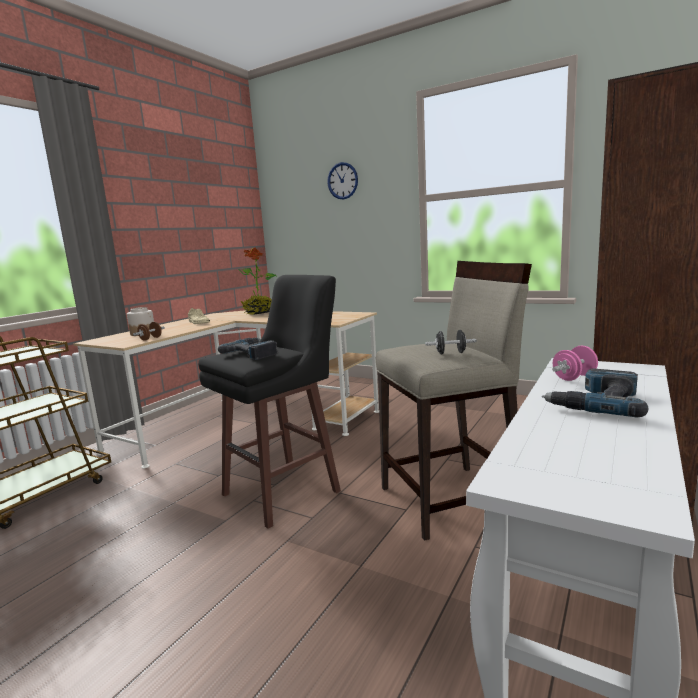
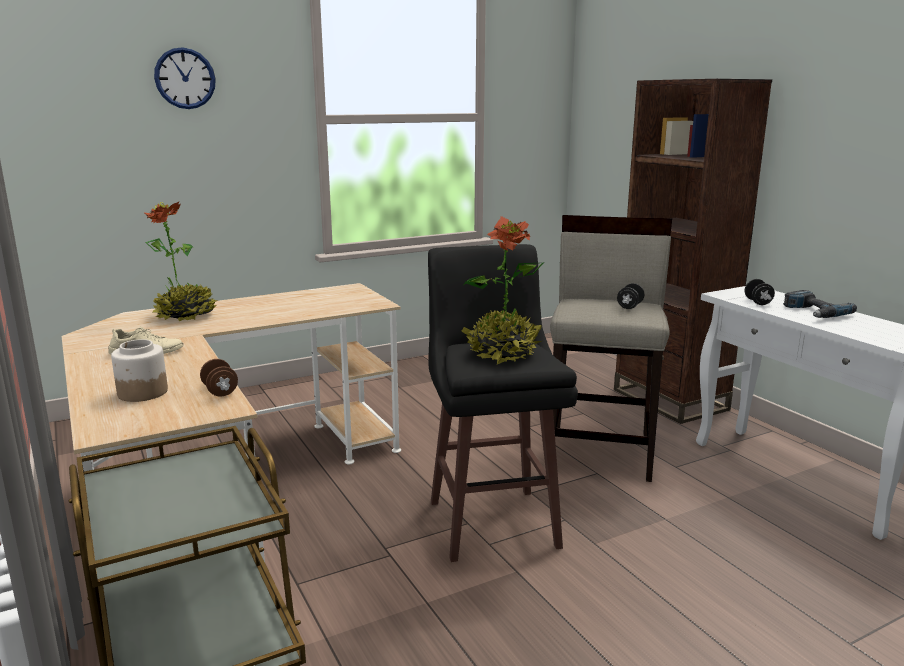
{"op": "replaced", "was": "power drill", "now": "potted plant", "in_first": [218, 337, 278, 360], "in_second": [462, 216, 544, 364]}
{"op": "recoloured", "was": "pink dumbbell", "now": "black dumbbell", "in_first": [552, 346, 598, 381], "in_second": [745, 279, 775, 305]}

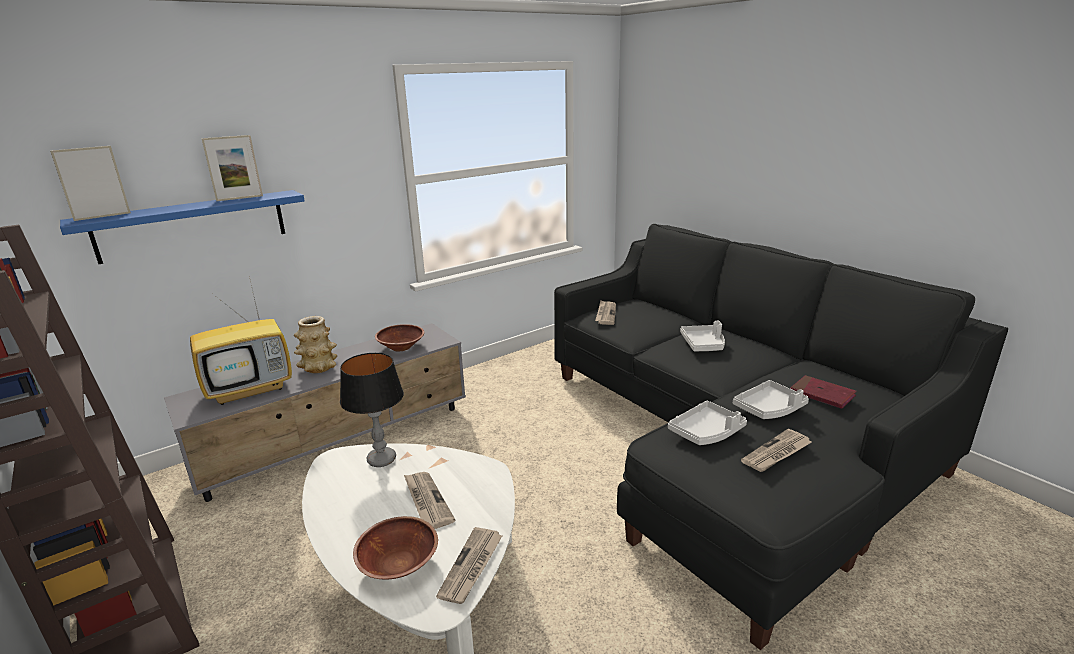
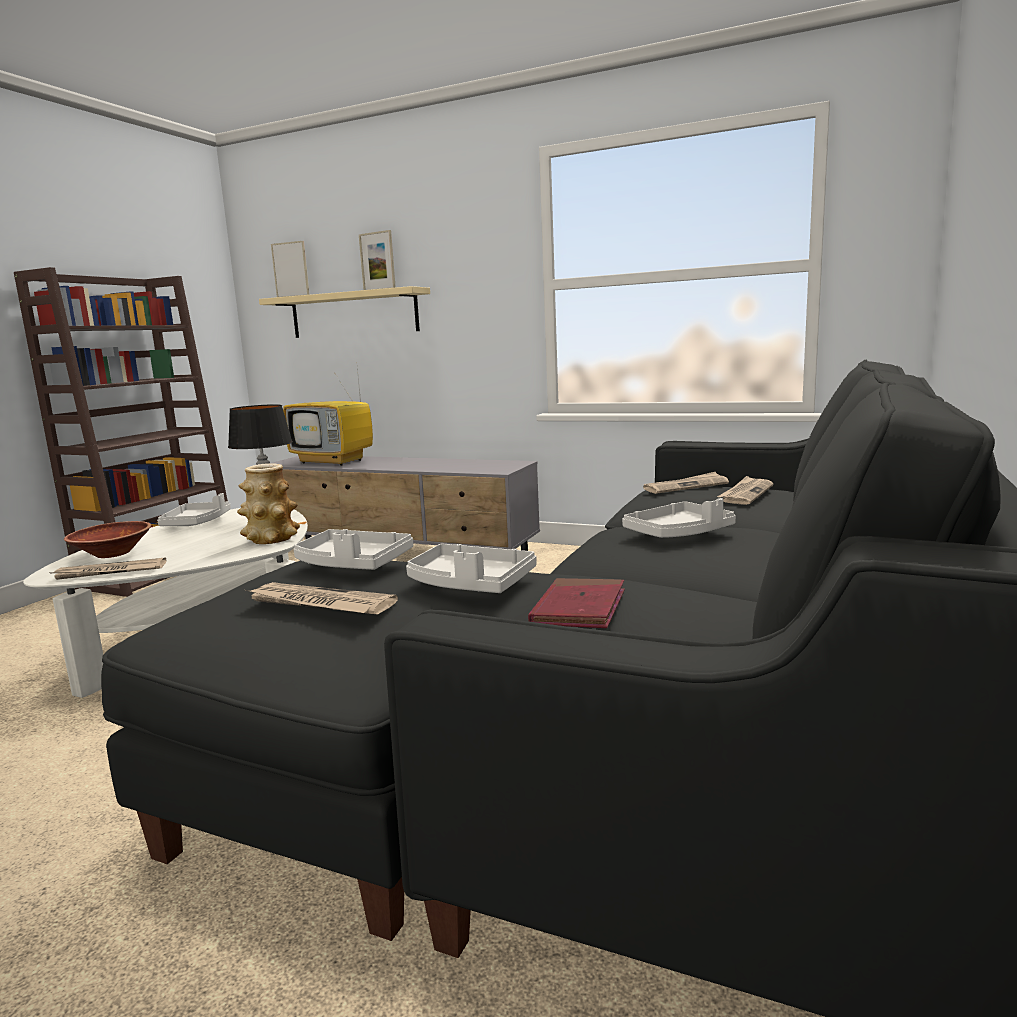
{"op": "removed", "was": "brown bowl", "in_first": [375, 324, 424, 351]}
{"op": "added", "now": "grey tray", "in_second": [157, 493, 231, 526]}
{"op": "moved", "was": "vase", "in_first": [294, 316, 337, 373], "in_second": [237, 463, 300, 544]}
{"op": "moved", "was": "newspaper", "in_first": [404, 472, 455, 529], "in_second": [717, 476, 773, 505]}
{"op": "recoloured", "was": "blue shelf", "now": "beige shelf", "in_first": [60, 190, 305, 264], "in_second": [259, 286, 430, 338]}

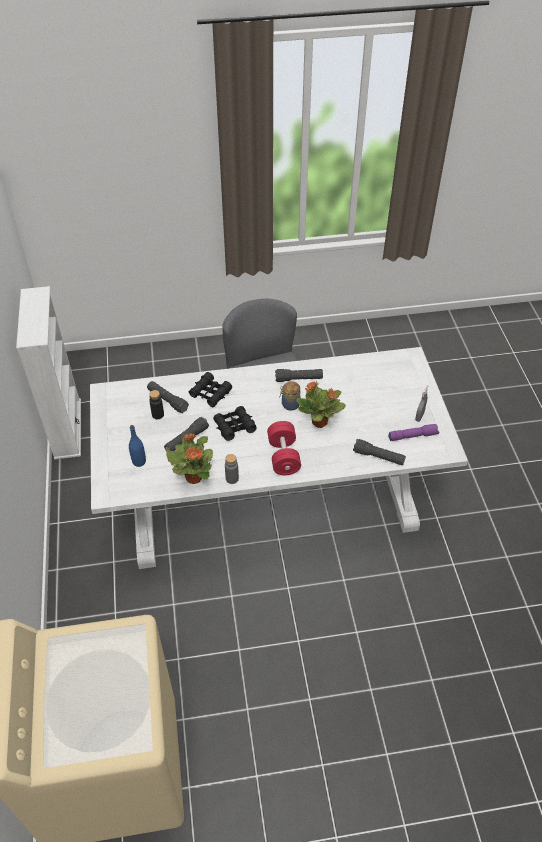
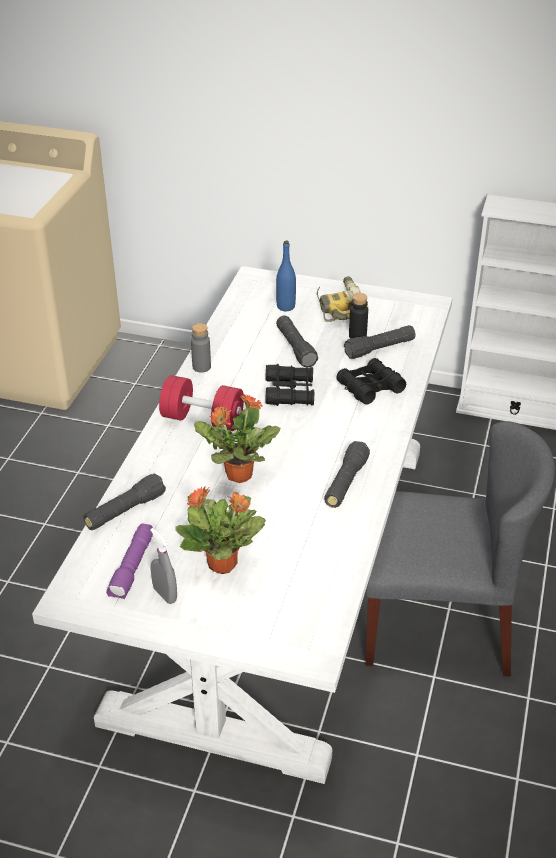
{"op": "removed", "was": "jar", "in_first": [280, 381, 301, 411]}
{"op": "added", "now": "power drill", "in_second": [317, 276, 368, 322]}
{"op": "moved", "was": "potted plant", "in_first": [166, 433, 213, 484], "in_second": [175, 486, 266, 574]}

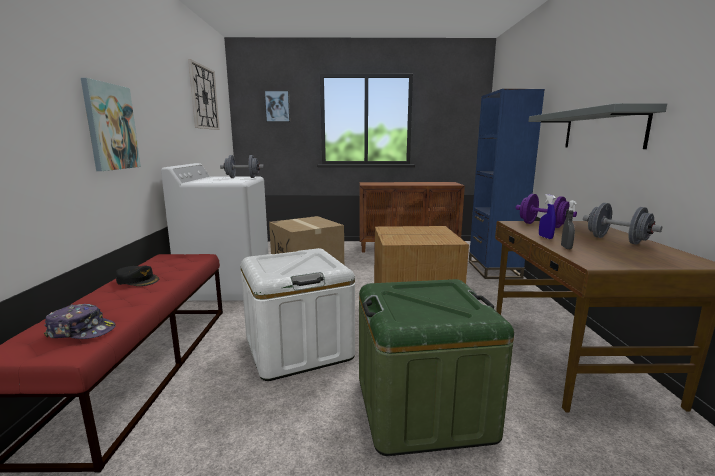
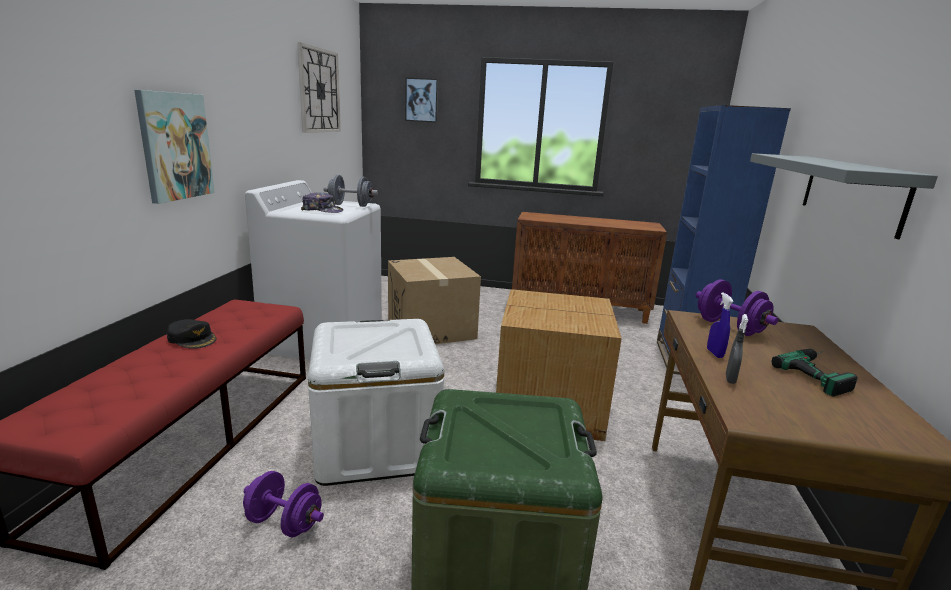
{"op": "added", "now": "purple dumbbell", "in_second": [243, 471, 324, 537]}
{"op": "moved", "was": "cap", "in_first": [44, 304, 116, 339], "in_second": [301, 192, 343, 213]}
{"op": "replaced", "was": "grey dumbbell", "now": "power drill", "in_first": [583, 203, 662, 245], "in_second": [771, 349, 858, 397]}

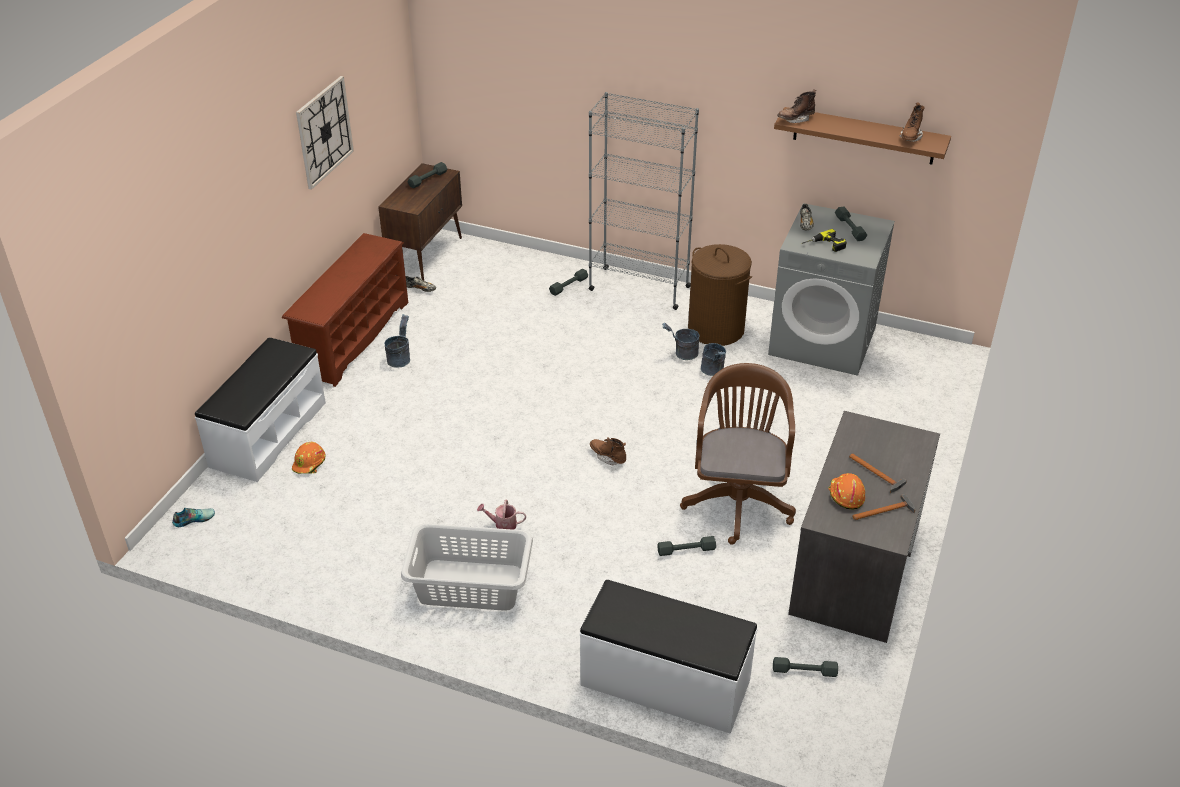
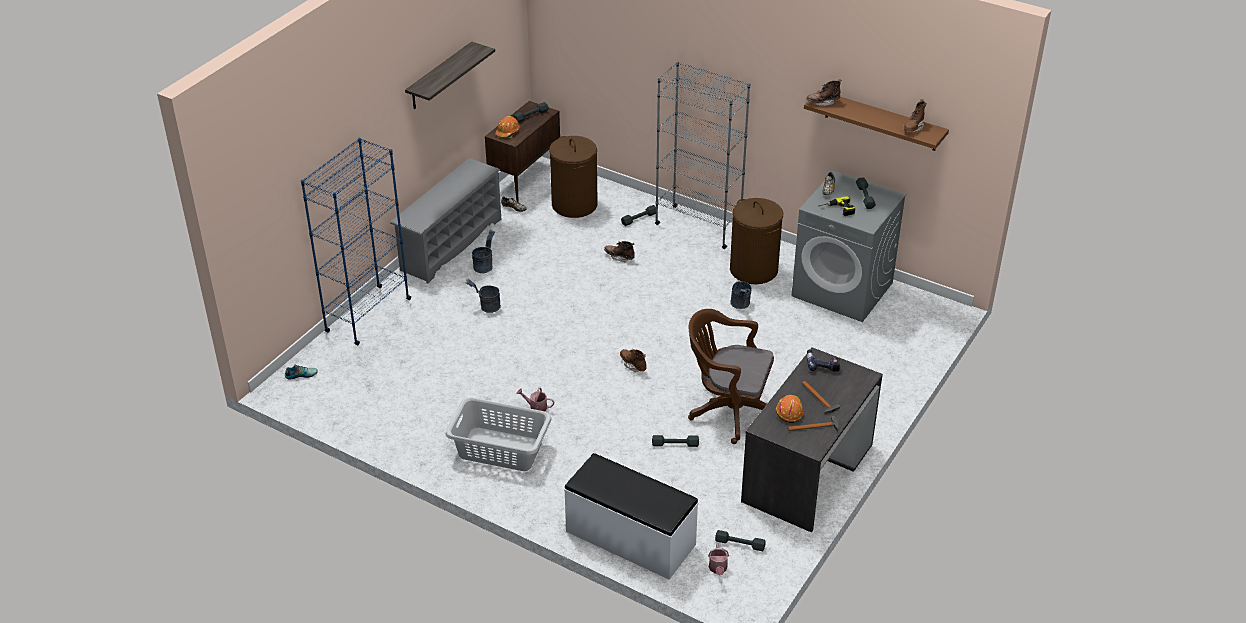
{"op": "added", "now": "brown laundry basket", "in_second": [549, 136, 598, 218]}
{"op": "added", "now": "brown boot", "in_second": [604, 241, 635, 262]}
{"op": "added", "now": "watering can", "in_second": [708, 544, 729, 575]}
{"op": "added", "now": "power drill", "in_second": [807, 349, 840, 372]}
{"op": "moved", "was": "orange hard hat", "in_first": [292, 442, 325, 474], "in_second": [495, 116, 520, 138]}
{"op": "moved", "was": "grey bucket", "in_first": [663, 323, 699, 360], "in_second": [465, 279, 501, 313]}
{"op": "replaced", "was": "white bench", "now": "blue bookcase", "in_first": [195, 337, 326, 482], "in_second": [301, 138, 411, 345]}
{"op": "replaced", "was": "wall clock", "now": "shelf", "in_first": [296, 76, 354, 190], "in_second": [405, 42, 495, 109]}
{"op": "recoloured", "was": "brown shoe rack", "now": "grey shoe rack", "in_first": [282, 233, 408, 387], "in_second": [390, 158, 501, 283]}
{"op": "turned", "was": "brown office chair", "in_first": [680, 363, 796, 545], "in_second": [688, 309, 774, 444], "clockwise": -90}

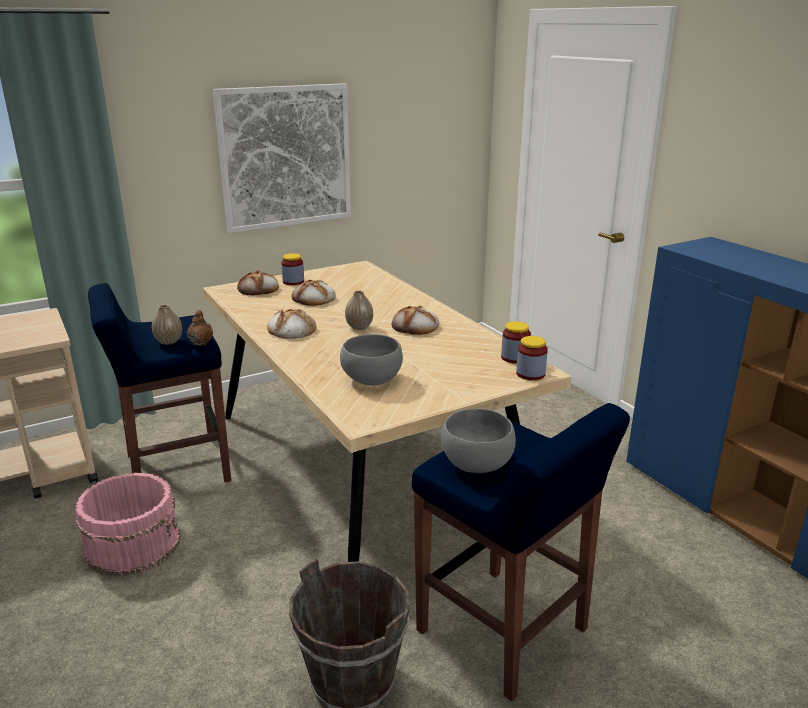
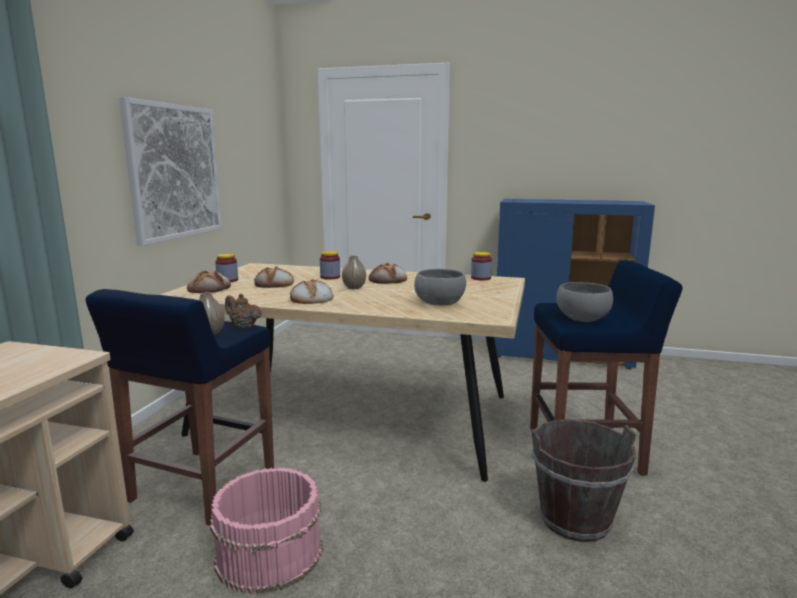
{"op": "moved", "was": "jar", "in_first": [516, 336, 548, 380], "in_second": [320, 251, 340, 280]}

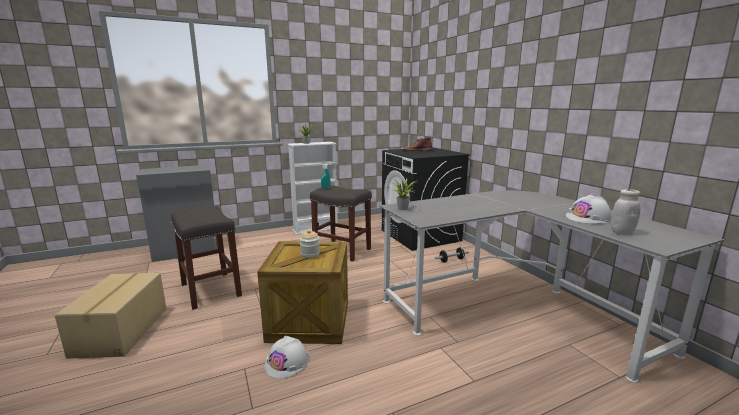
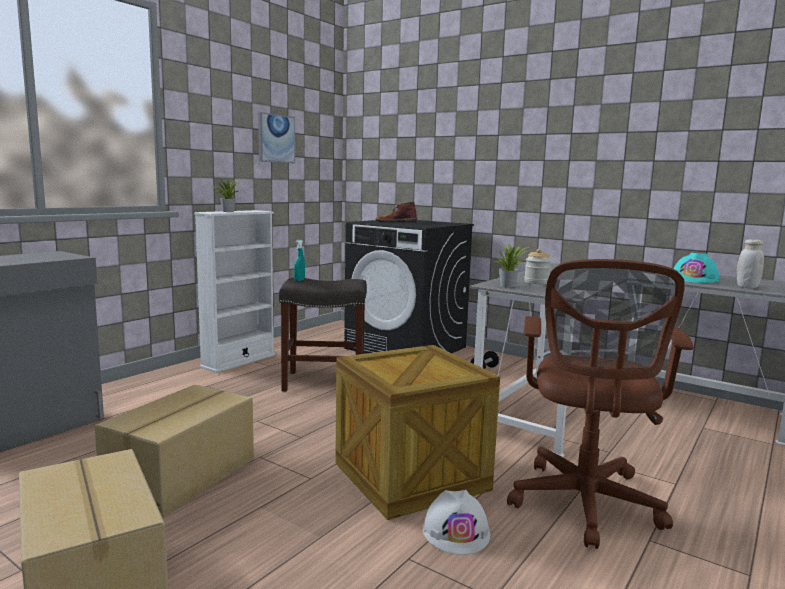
{"op": "added", "now": "picture", "in_second": [258, 112, 295, 163]}
{"op": "added", "now": "brown office chair", "in_second": [507, 259, 694, 549]}
{"op": "moved", "was": "jar", "in_first": [299, 230, 320, 258], "in_second": [524, 249, 552, 284]}
{"op": "replaced", "was": "grey stool", "now": "cardboard box", "in_first": [171, 206, 242, 310], "in_second": [95, 385, 254, 517]}
{"op": "recoloured", "was": "white hard hat", "now": "turquoise hard hat", "in_first": [566, 195, 611, 224], "in_second": [674, 253, 720, 283]}

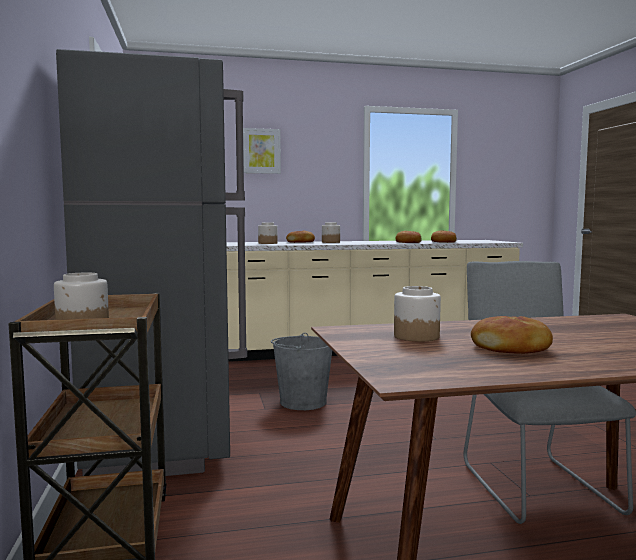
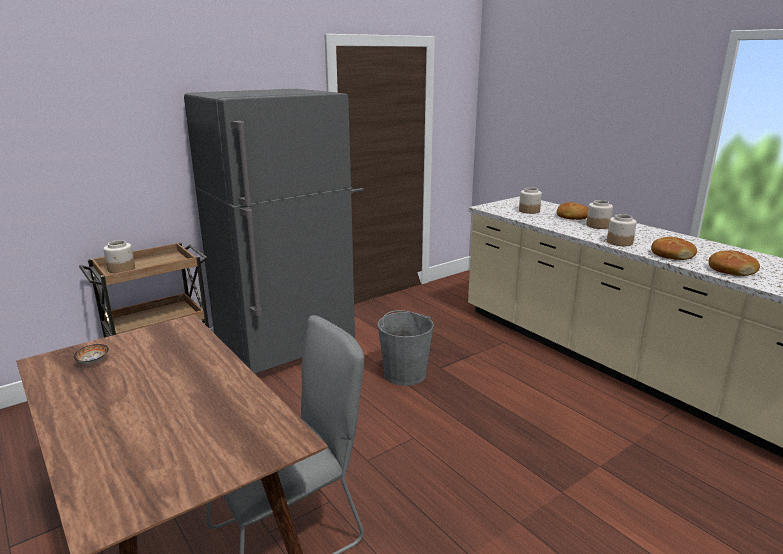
{"op": "removed", "was": "picture", "in_first": [243, 128, 281, 174]}
{"op": "removed", "was": "bread", "in_first": [471, 316, 553, 354]}
{"op": "added", "now": "bowl", "in_second": [74, 344, 109, 364]}
{"op": "moved", "was": "jar", "in_first": [394, 286, 441, 342], "in_second": [607, 214, 637, 246]}

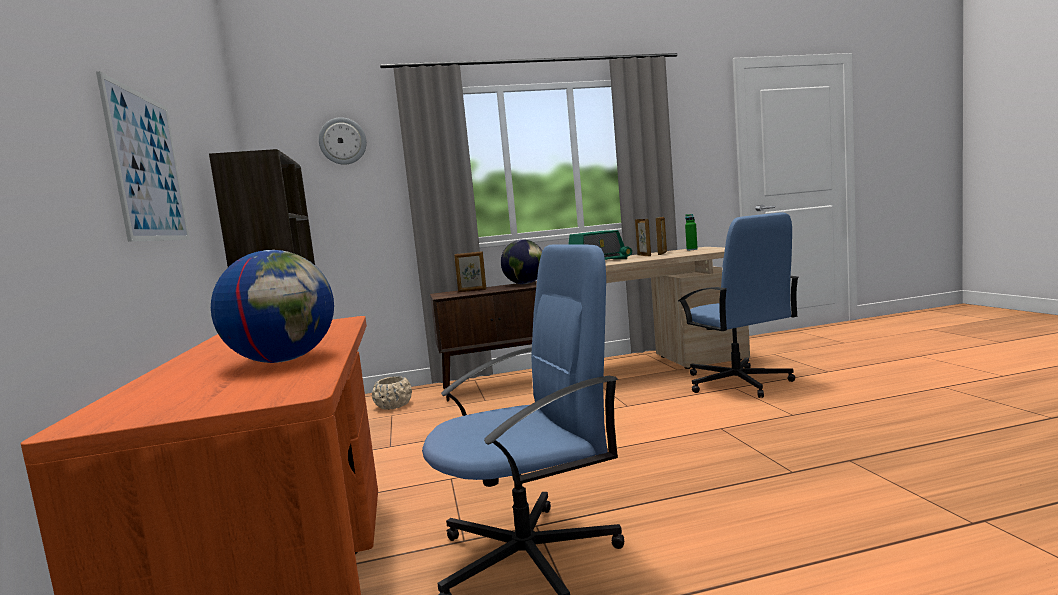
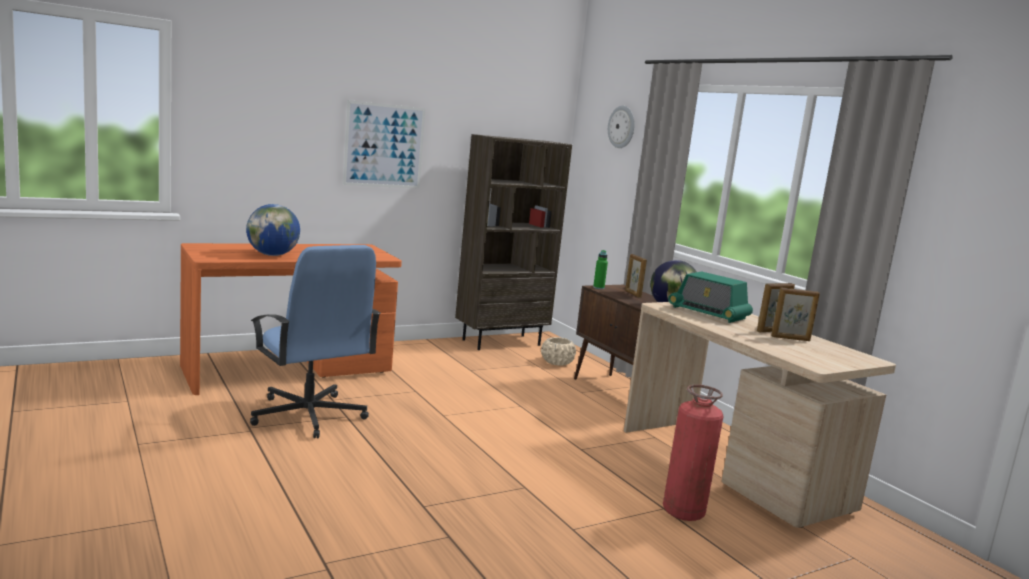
{"op": "moved", "was": "green bottle", "in_first": [685, 214, 698, 250], "in_second": [593, 250, 608, 289]}
{"op": "replaced", "was": "blue office chair", "now": "fire extinguisher", "in_first": [678, 212, 799, 398], "in_second": [663, 384, 724, 521]}

